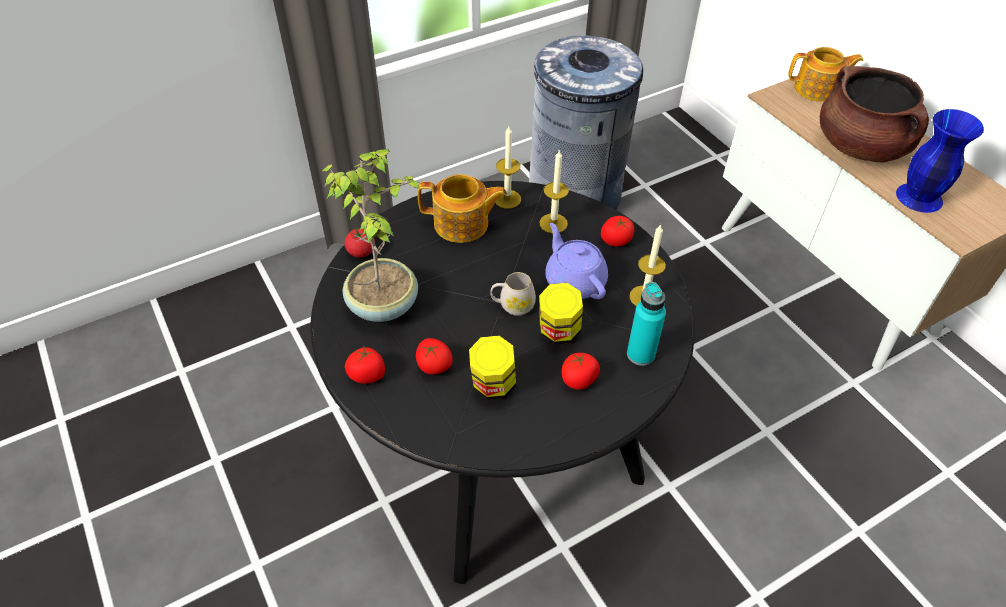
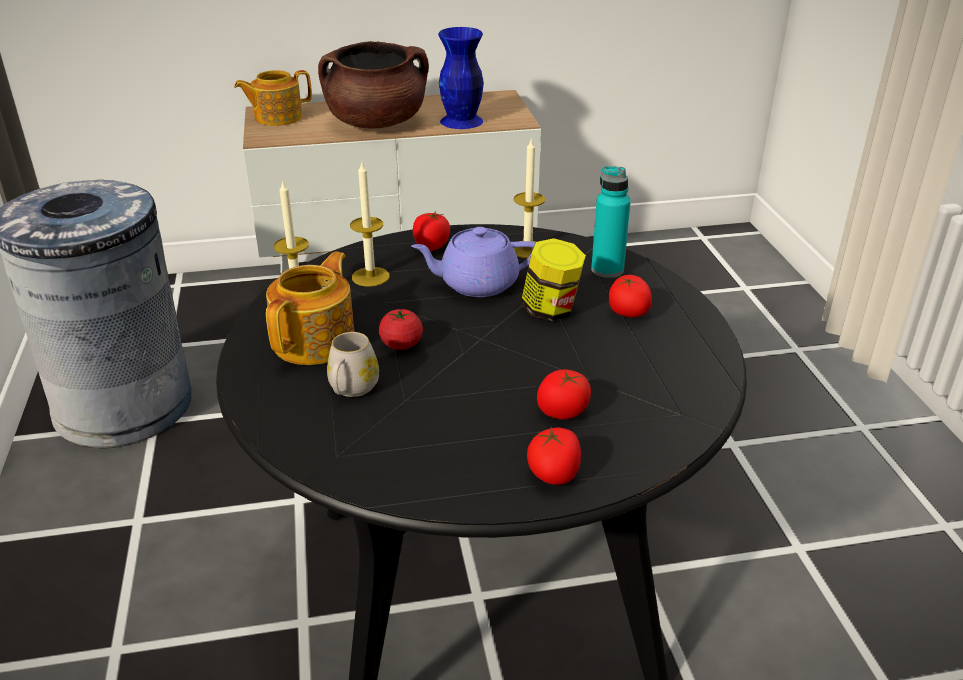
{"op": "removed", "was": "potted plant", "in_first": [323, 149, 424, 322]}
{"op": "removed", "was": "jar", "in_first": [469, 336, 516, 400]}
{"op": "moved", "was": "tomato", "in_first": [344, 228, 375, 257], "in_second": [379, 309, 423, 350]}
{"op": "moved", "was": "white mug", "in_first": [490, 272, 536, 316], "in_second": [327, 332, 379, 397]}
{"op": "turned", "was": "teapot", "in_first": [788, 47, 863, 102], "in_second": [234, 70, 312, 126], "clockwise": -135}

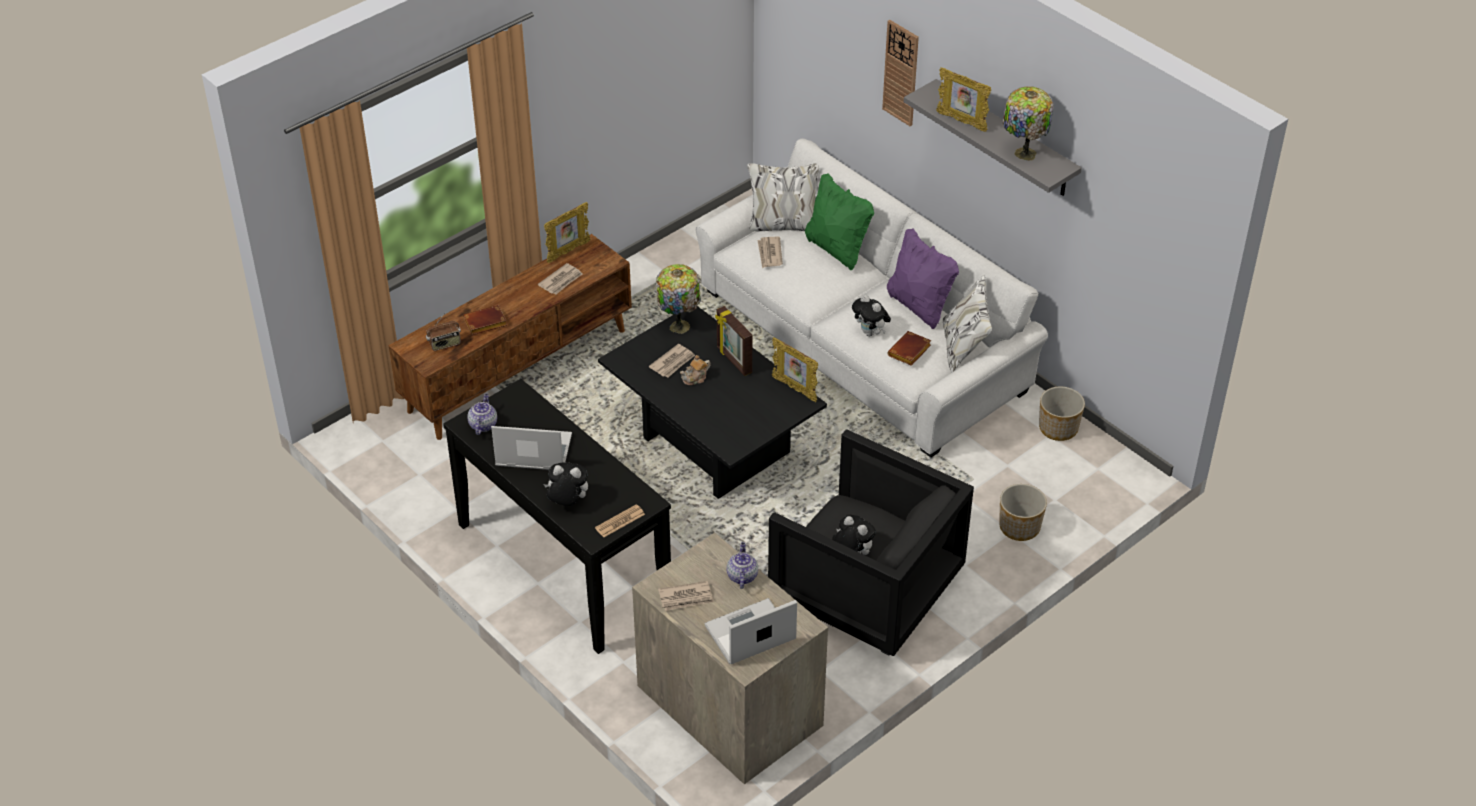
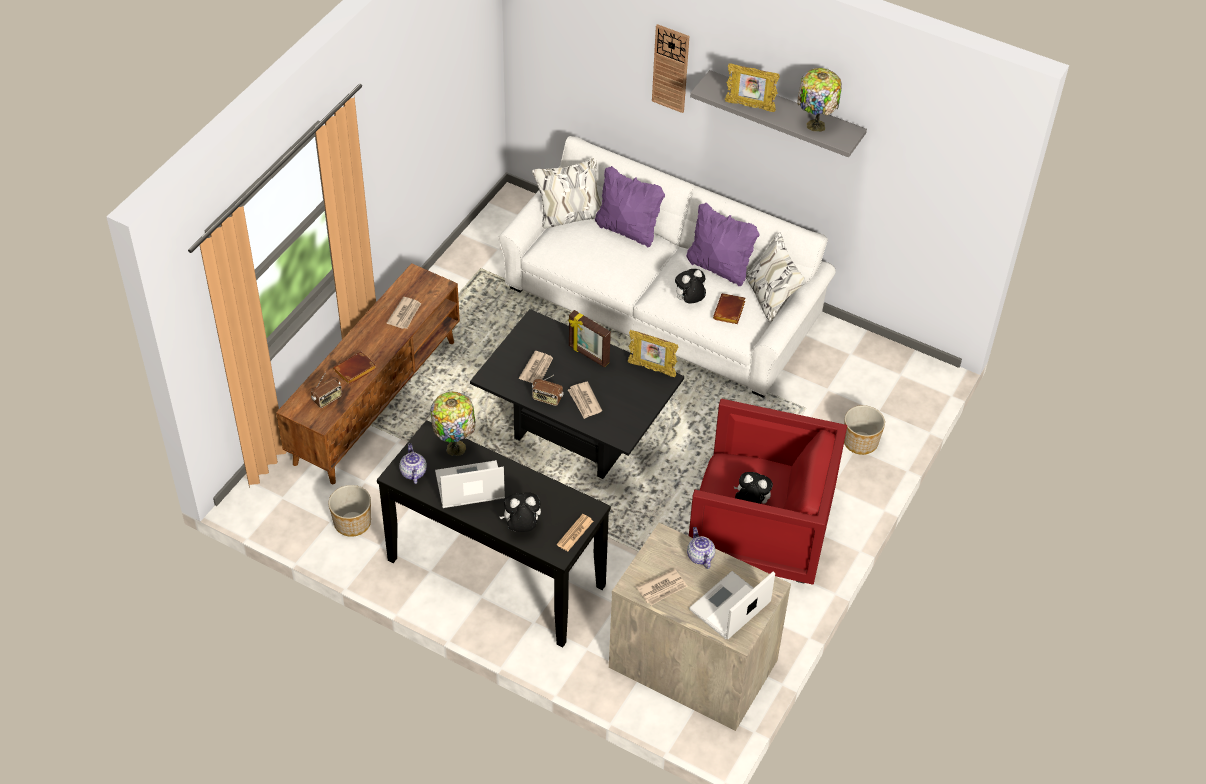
{"op": "removed", "was": "picture frame", "in_first": [544, 202, 590, 263]}
{"op": "removed", "was": "teapot", "in_first": [680, 355, 711, 385]}
{"op": "added", "now": "radio", "in_second": [532, 375, 564, 406]}
{"op": "moved", "was": "table lamp", "in_first": [656, 264, 701, 334], "in_second": [431, 391, 476, 456]}
{"op": "moved", "was": "newspaper", "in_first": [757, 237, 783, 268], "in_second": [568, 382, 602, 419]}
{"op": "moved", "was": "planter", "in_first": [1039, 386, 1085, 441], "in_second": [328, 485, 371, 537]}
{"op": "recoloured", "was": "black armchair", "now": "red armchair", "in_first": [768, 429, 974, 656], "in_second": [689, 399, 847, 585]}
{"op": "recoloured", "was": "green pillow", "now": "purple pillow", "in_first": [805, 173, 874, 270], "in_second": [595, 166, 665, 247]}
{"op": "turned", "was": "plush toy", "in_first": [852, 295, 891, 336], "in_second": [673, 269, 706, 304], "clockwise": 120}

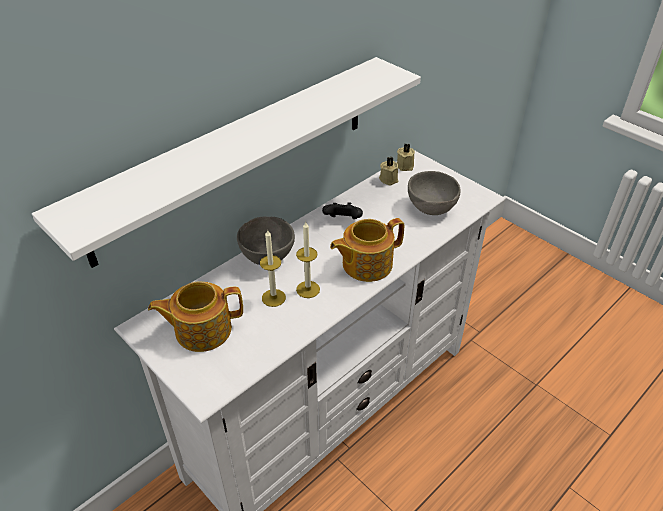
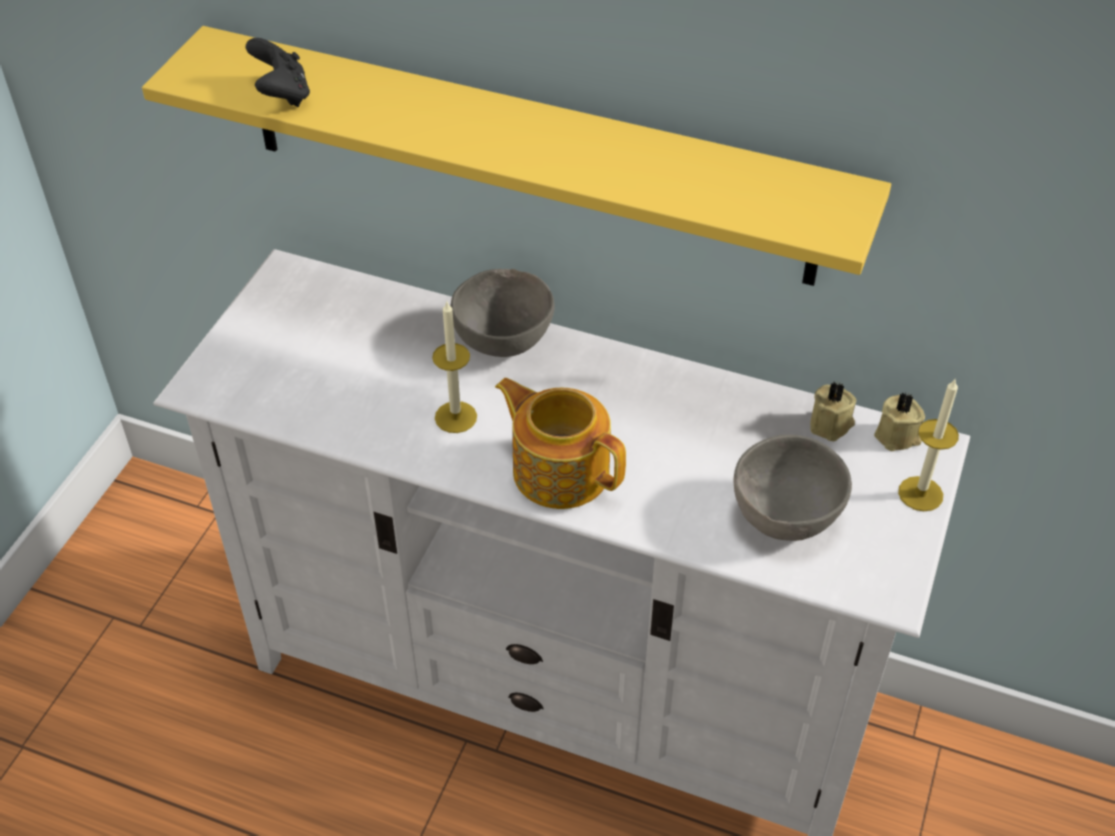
{"op": "removed", "was": "teapot", "in_first": [148, 282, 243, 352]}
{"op": "moved", "was": "candle", "in_first": [260, 229, 286, 307], "in_second": [898, 378, 959, 511]}
{"op": "moved", "was": "black game controller", "in_first": [322, 202, 363, 219], "in_second": [246, 38, 310, 107]}
{"op": "recoloured", "was": "white shelf", "now": "yellow shelf", "in_first": [32, 57, 421, 268], "in_second": [142, 26, 891, 286]}

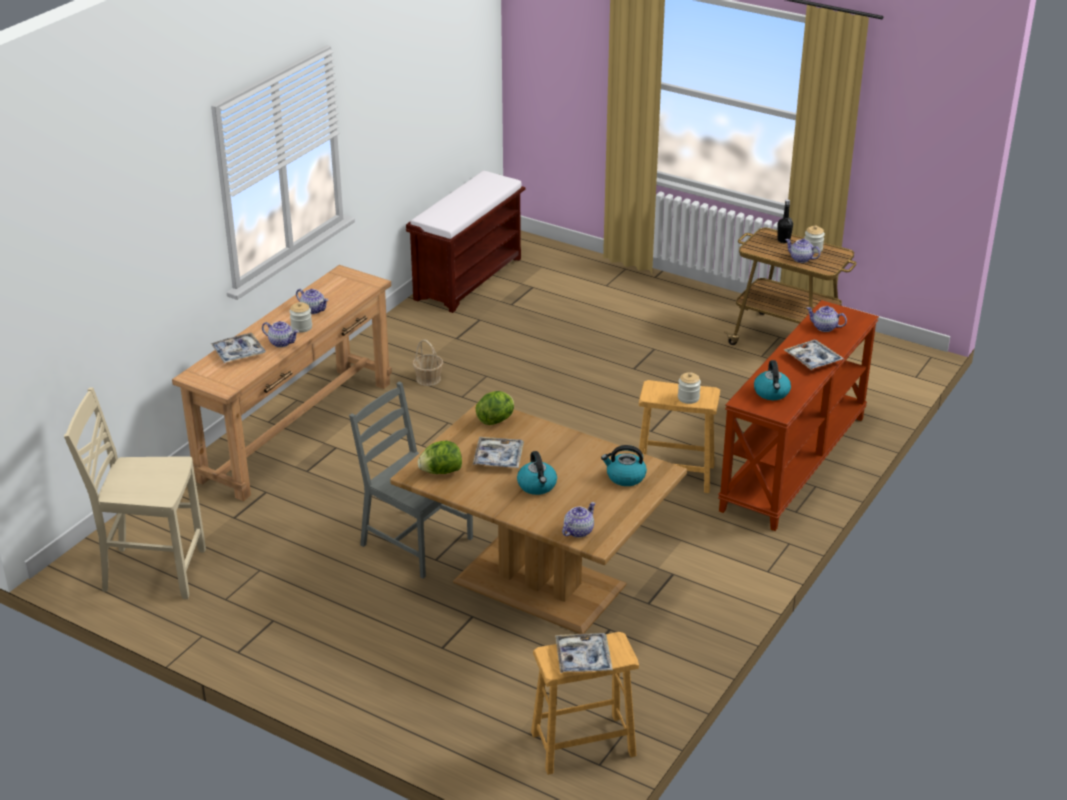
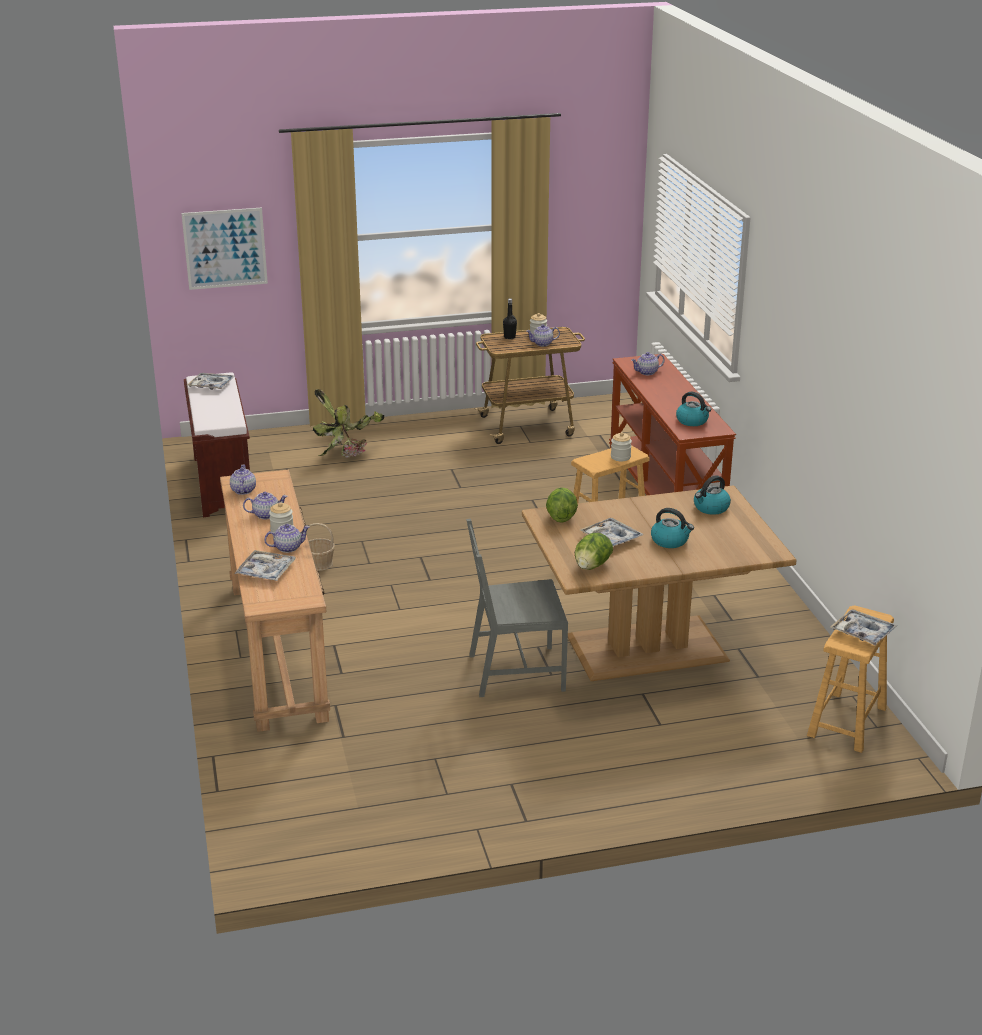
{"op": "removed", "was": "beige chair", "in_first": [64, 388, 206, 599]}
{"op": "added", "now": "picture", "in_second": [181, 208, 268, 290]}
{"op": "added", "now": "potted plant", "in_second": [313, 389, 384, 458]}
{"op": "moved", "was": "teapot", "in_first": [562, 502, 595, 538], "in_second": [230, 465, 256, 495]}
{"op": "moved", "was": "tray", "in_first": [783, 340, 844, 370], "in_second": [187, 373, 235, 390]}

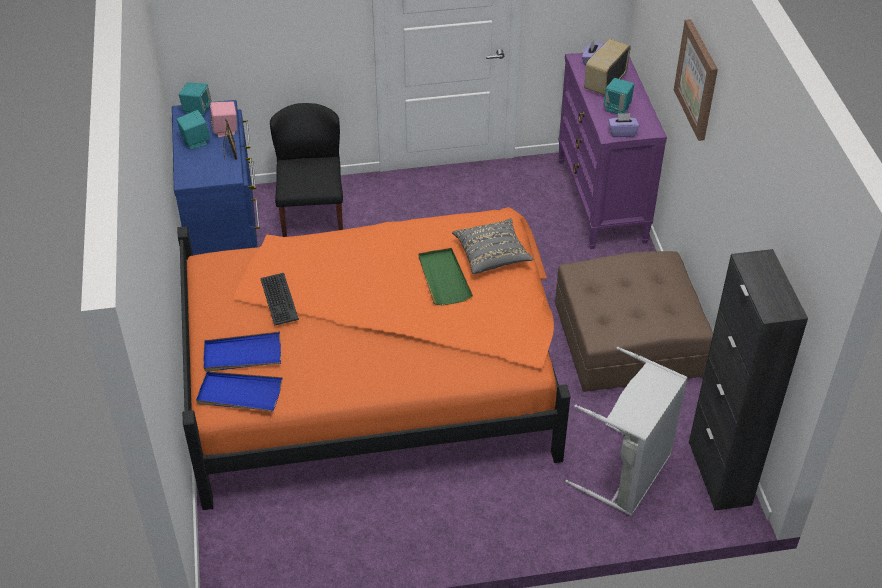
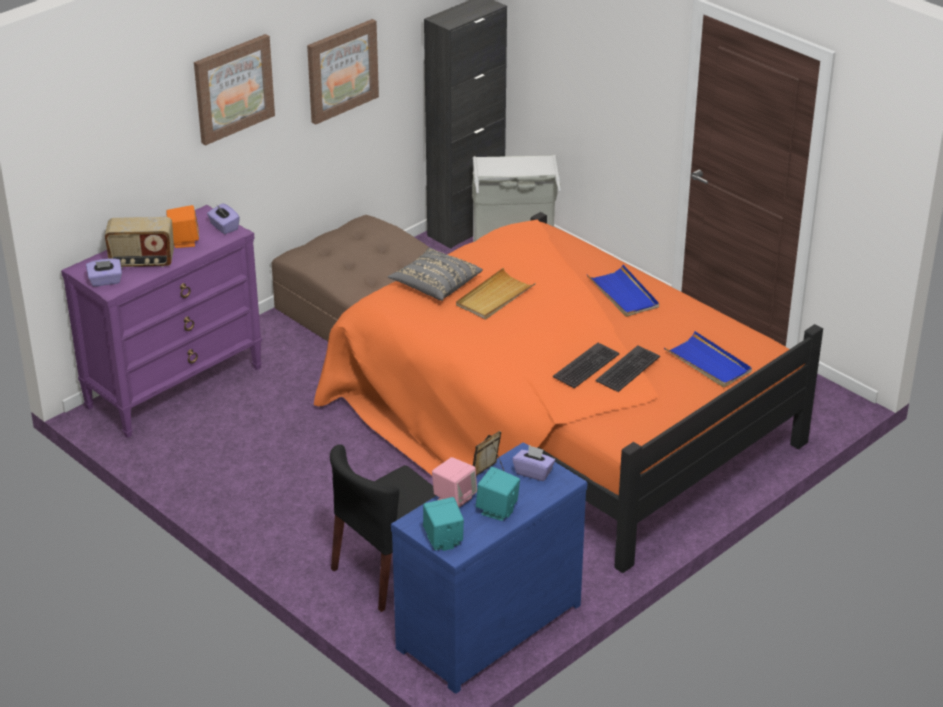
{"op": "added", "now": "picture", "in_second": [307, 19, 379, 125]}
{"op": "added", "now": "purple tissue box", "in_second": [512, 445, 555, 481]}
{"op": "added", "now": "keyboard", "in_second": [553, 343, 619, 388]}
{"op": "moved", "was": "blue tray", "in_first": [196, 372, 282, 411], "in_second": [587, 264, 659, 317]}
{"op": "recoloured", "was": "green tray", "now": "beige tray", "in_first": [419, 248, 473, 305], "in_second": [456, 268, 536, 320]}
{"op": "recoloured", "was": "turquoise speaker", "now": "orange speaker", "in_first": [603, 78, 634, 114], "in_second": [166, 205, 199, 248]}

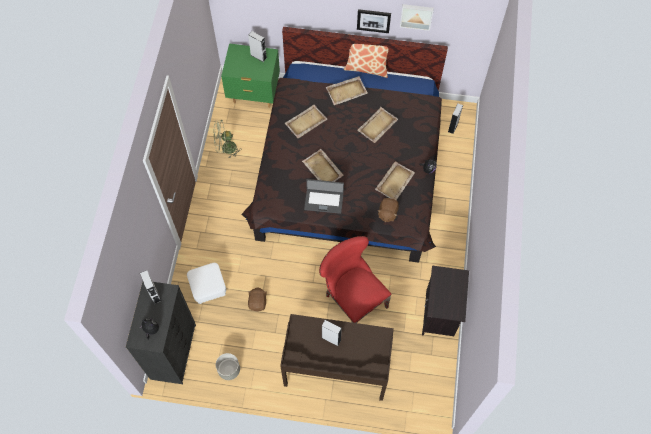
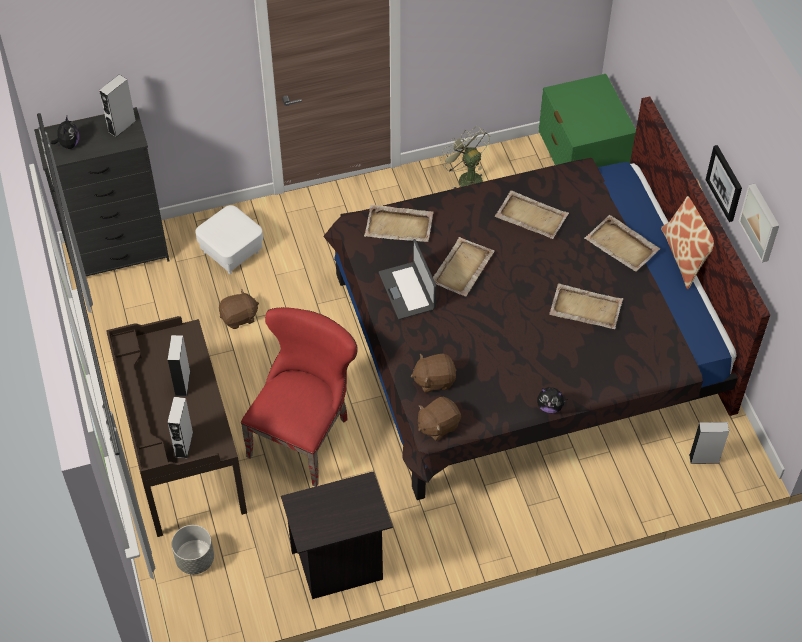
{"op": "added", "now": "brown plush toy", "in_second": [418, 397, 461, 441]}
{"op": "moved", "was": "grey planter", "in_first": [216, 353, 240, 380], "in_second": [172, 525, 214, 574]}
{"op": "moved", "was": "grey speaker", "in_first": [248, 31, 267, 62], "in_second": [167, 397, 193, 459]}
{"op": "moved", "was": "beige tray", "in_first": [375, 161, 415, 200], "in_second": [364, 205, 434, 242]}

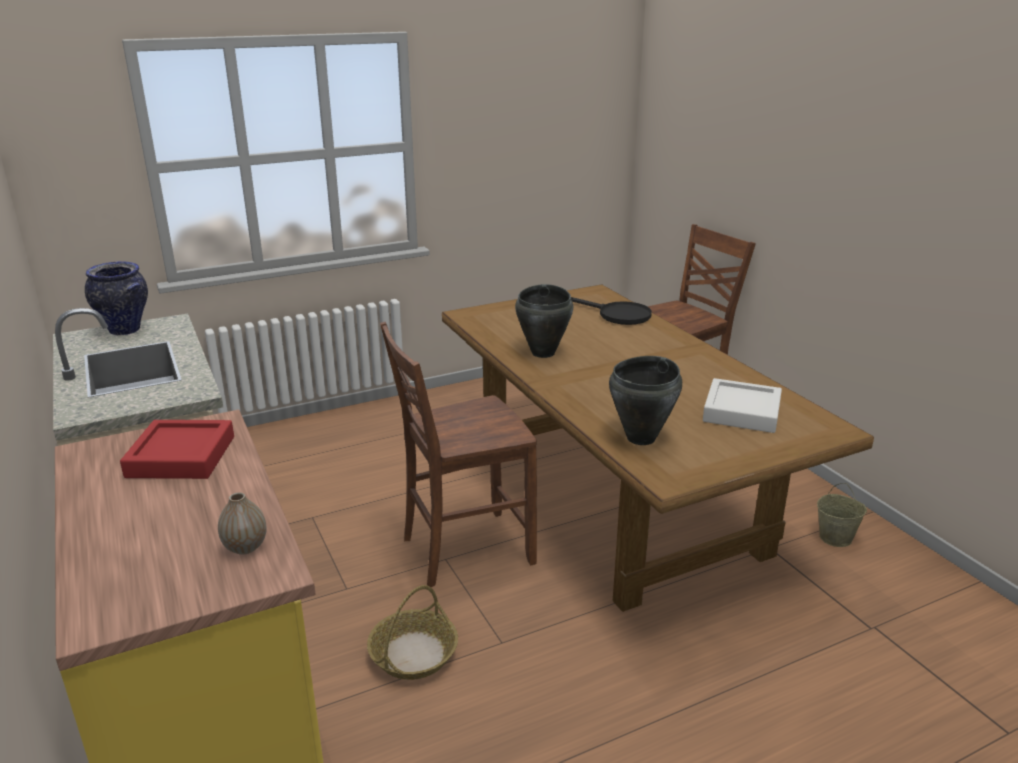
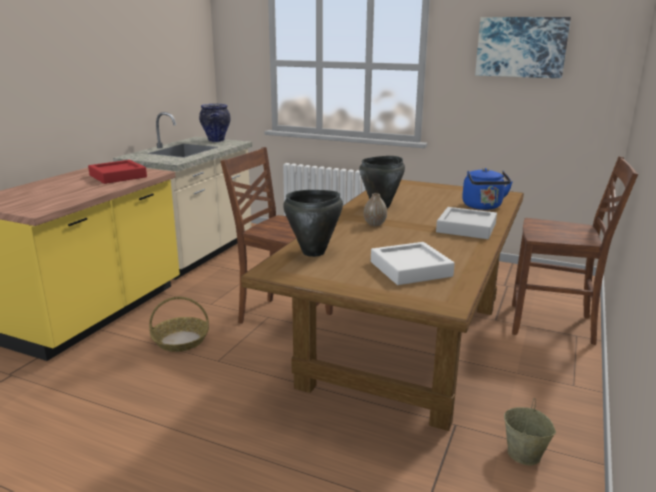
{"op": "added", "now": "grey tray", "in_second": [436, 207, 497, 239]}
{"op": "added", "now": "picture", "in_second": [475, 17, 571, 78]}
{"op": "moved", "was": "vase", "in_first": [218, 492, 267, 555], "in_second": [364, 193, 387, 226]}
{"op": "replaced", "was": "black frying pan", "now": "blue kettle", "in_first": [571, 297, 652, 325], "in_second": [462, 168, 513, 210]}

